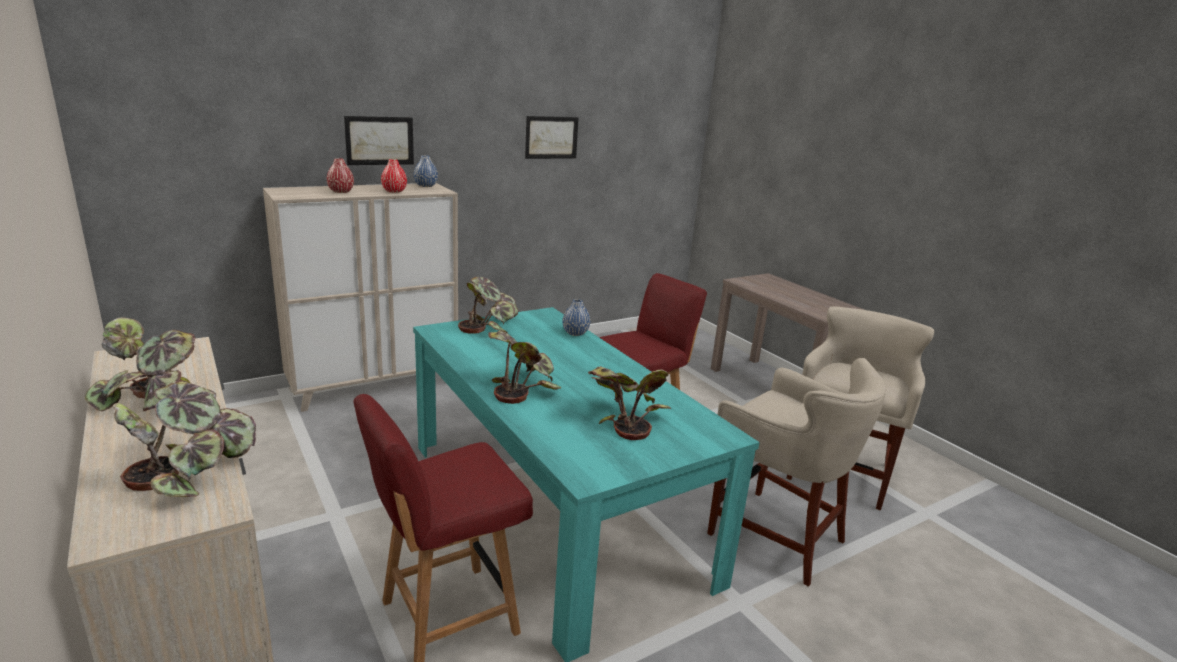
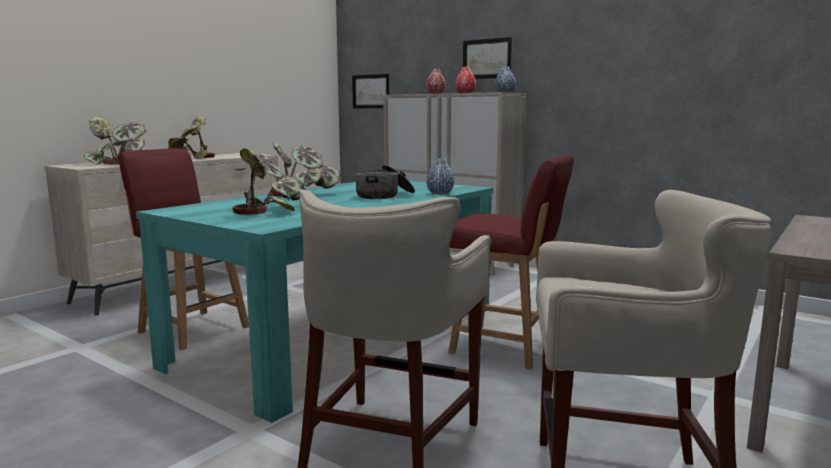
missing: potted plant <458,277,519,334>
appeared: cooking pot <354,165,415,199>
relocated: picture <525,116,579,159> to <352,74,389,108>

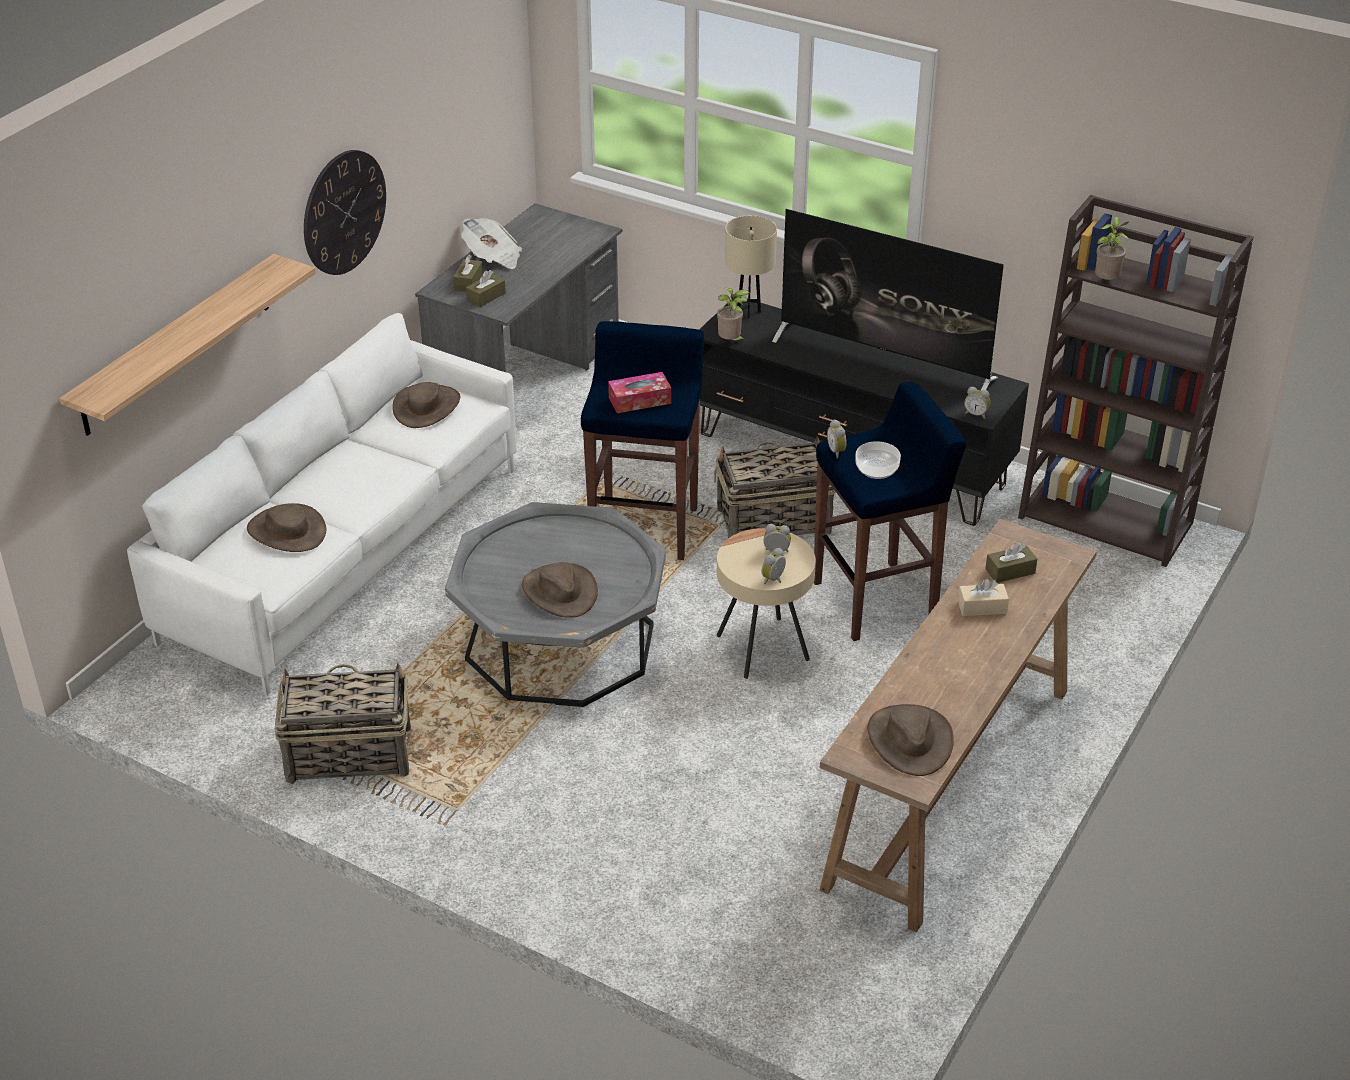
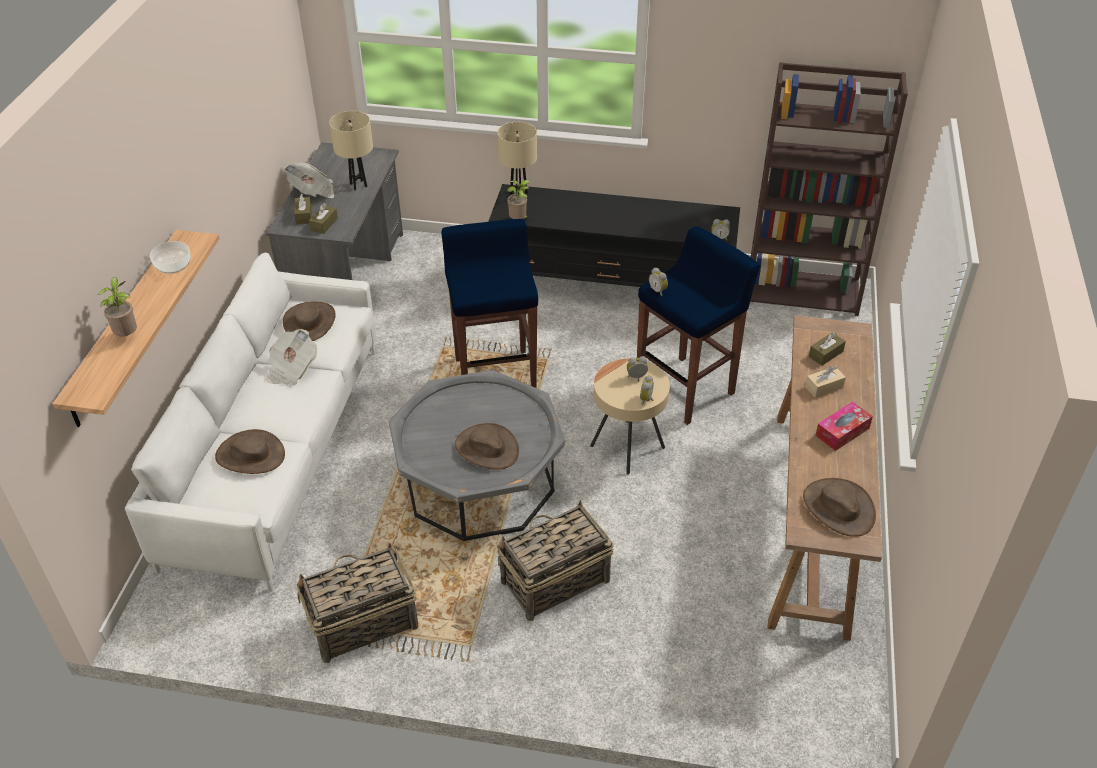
missing: wall clock <304,150,386,275>; television <772,209,1004,391>
appeared: newspaper <266,329,317,385>; table lamp (beige) <329,111,373,190>
relocated: potted plant <1095,216,1129,280> to <98,277,137,337>; bowl <855,441,901,479> to <150,241,191,274>; basket <714,436,836,538> to <497,500,613,621>; tissue box <608,372,671,413> to <815,402,873,451>

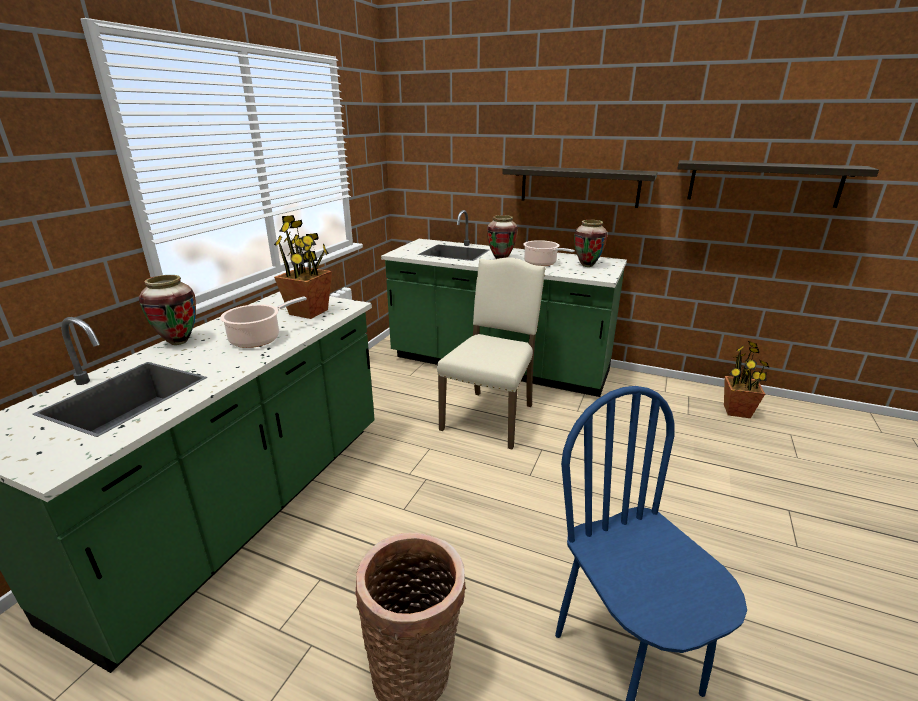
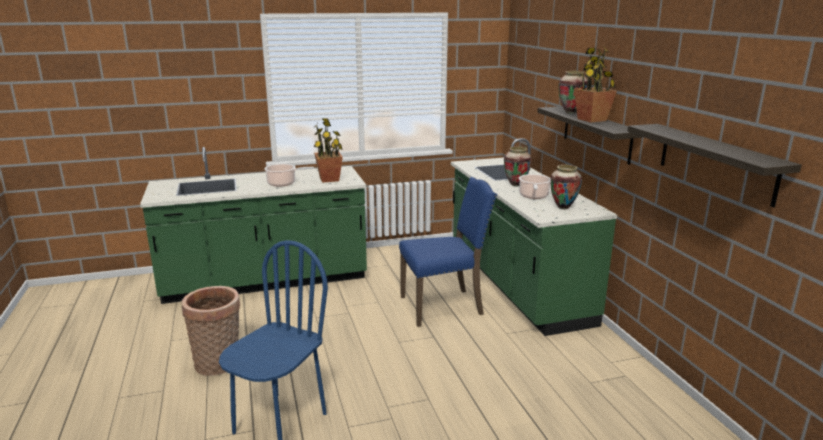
relocated: vase <139,275,196,345> to <559,71,588,114>; potted plant <724,341,770,418> to <574,47,617,122>
colour: chair (beige) <437,257,546,449> to chair (blue) <399,177,497,327>

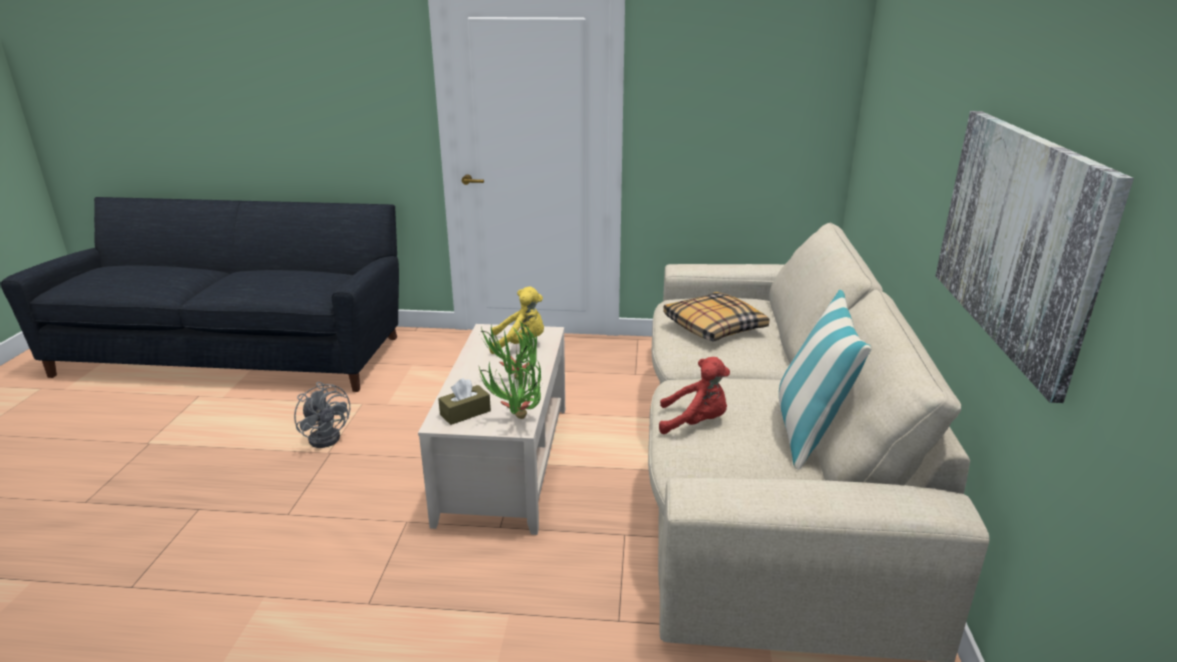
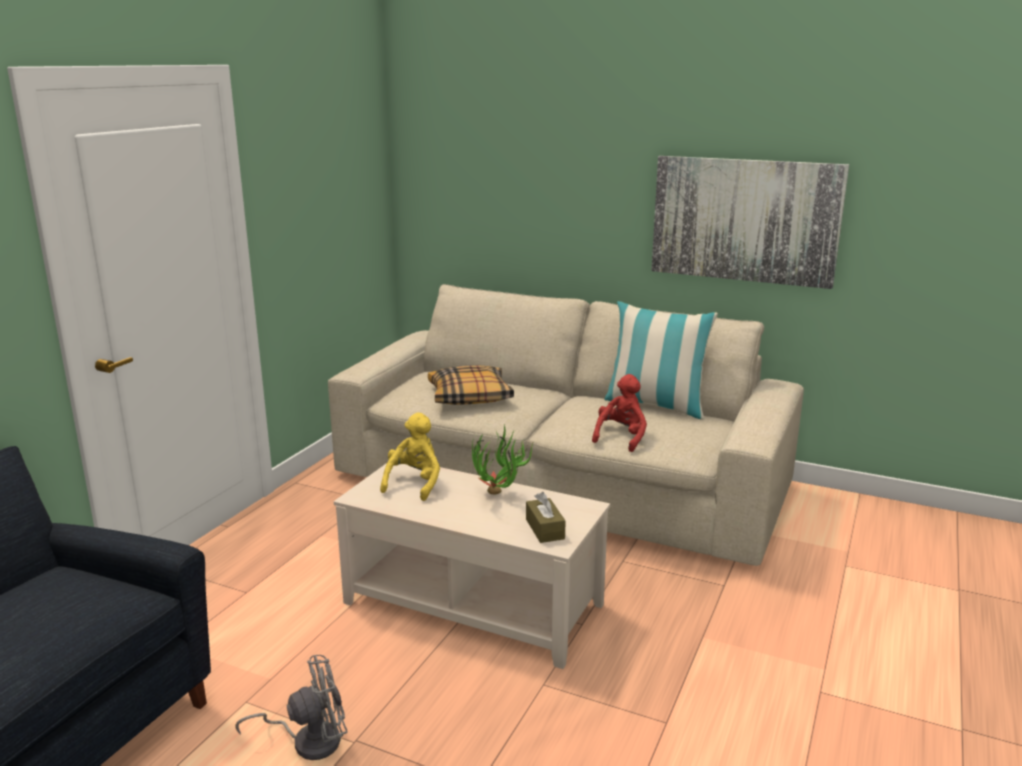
missing: potted plant <479,354,542,419>

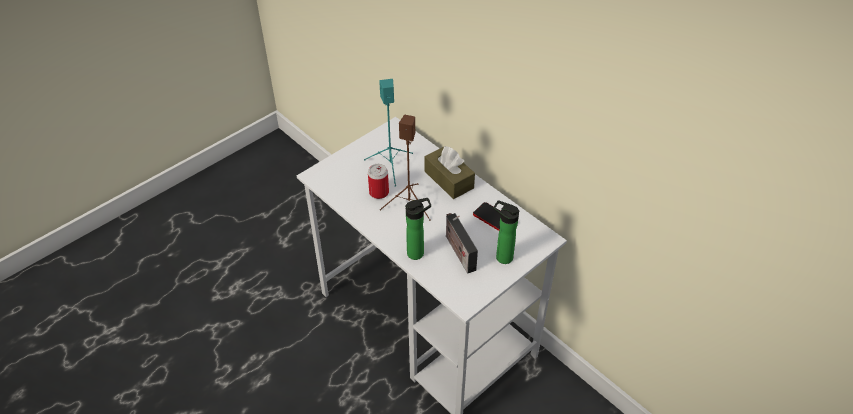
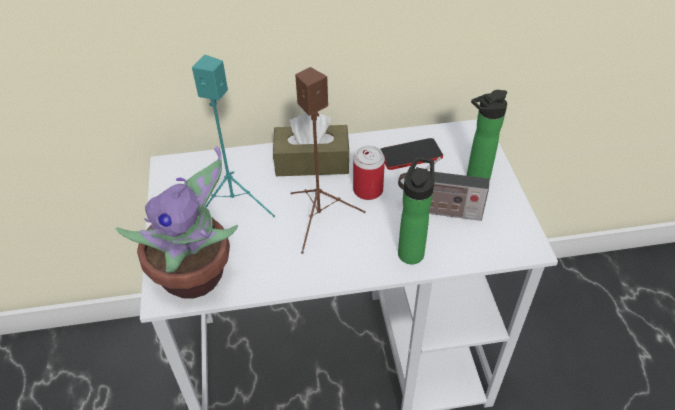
appeared: potted plant <115,146,238,298>
relocated: can <368,164,389,199> to <353,145,385,200>

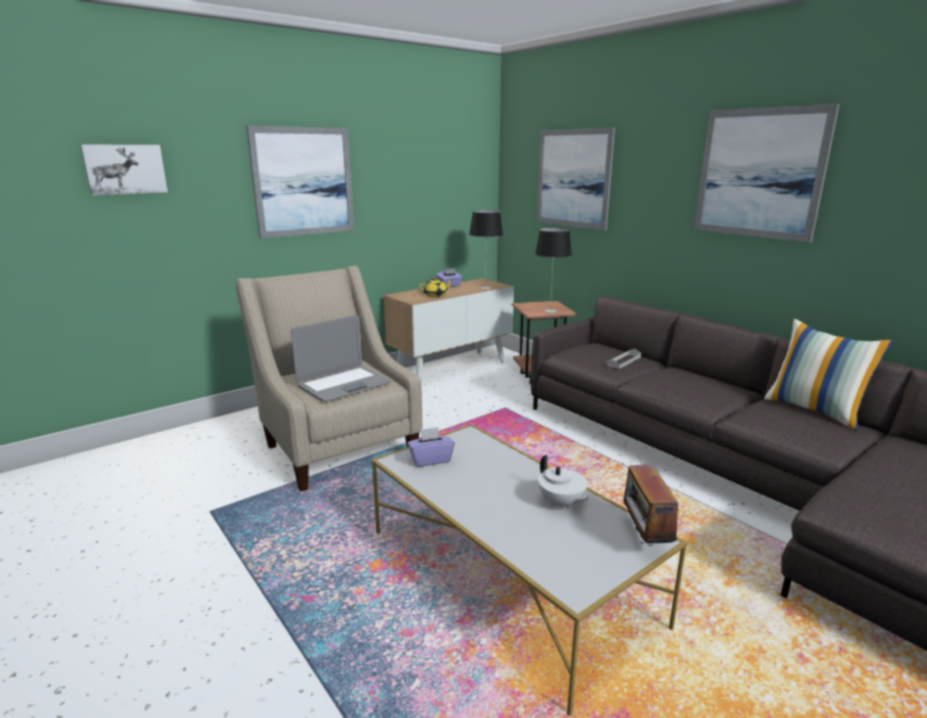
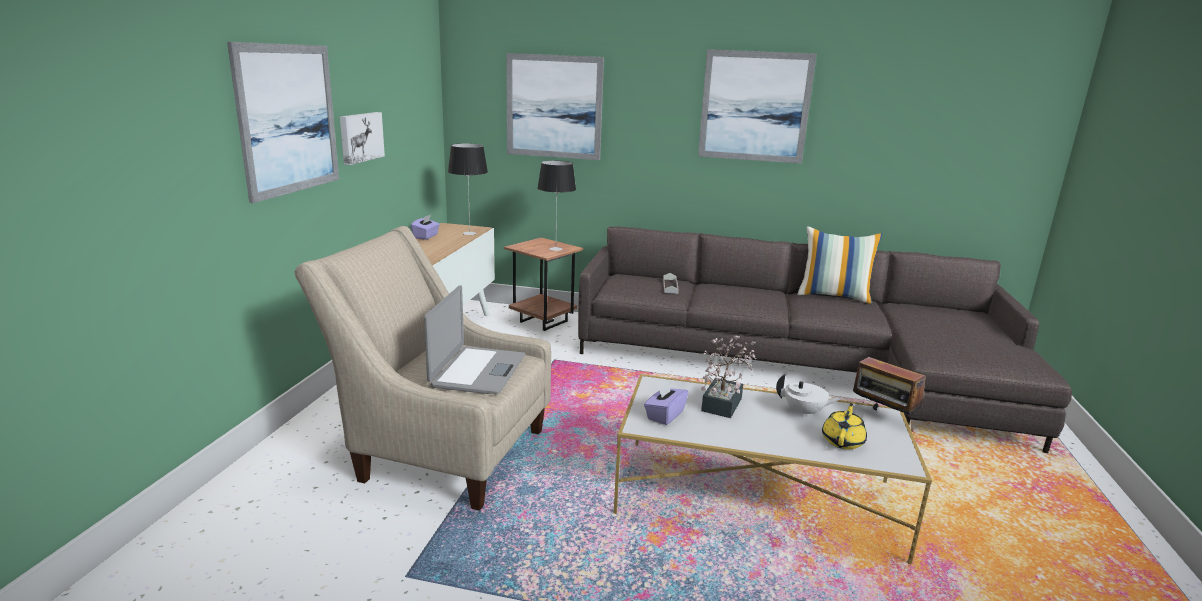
appeared: potted plant <701,335,756,418>
relocated: picture <81,144,168,195> to <340,112,385,165>; teapot (yellow) <419,277,452,297> to <822,403,867,449>

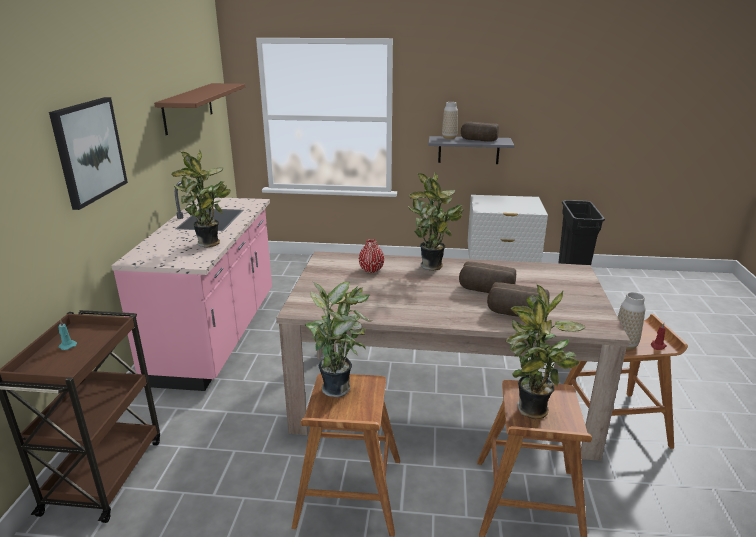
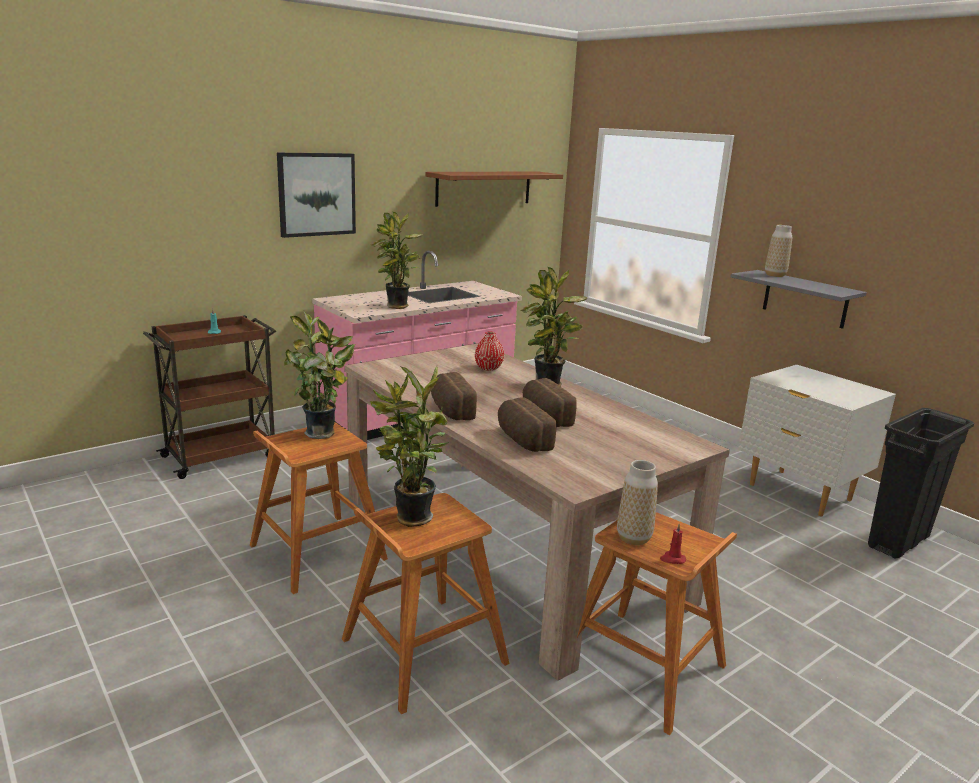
relocated: bread <461,122,499,142> to <431,372,477,420>

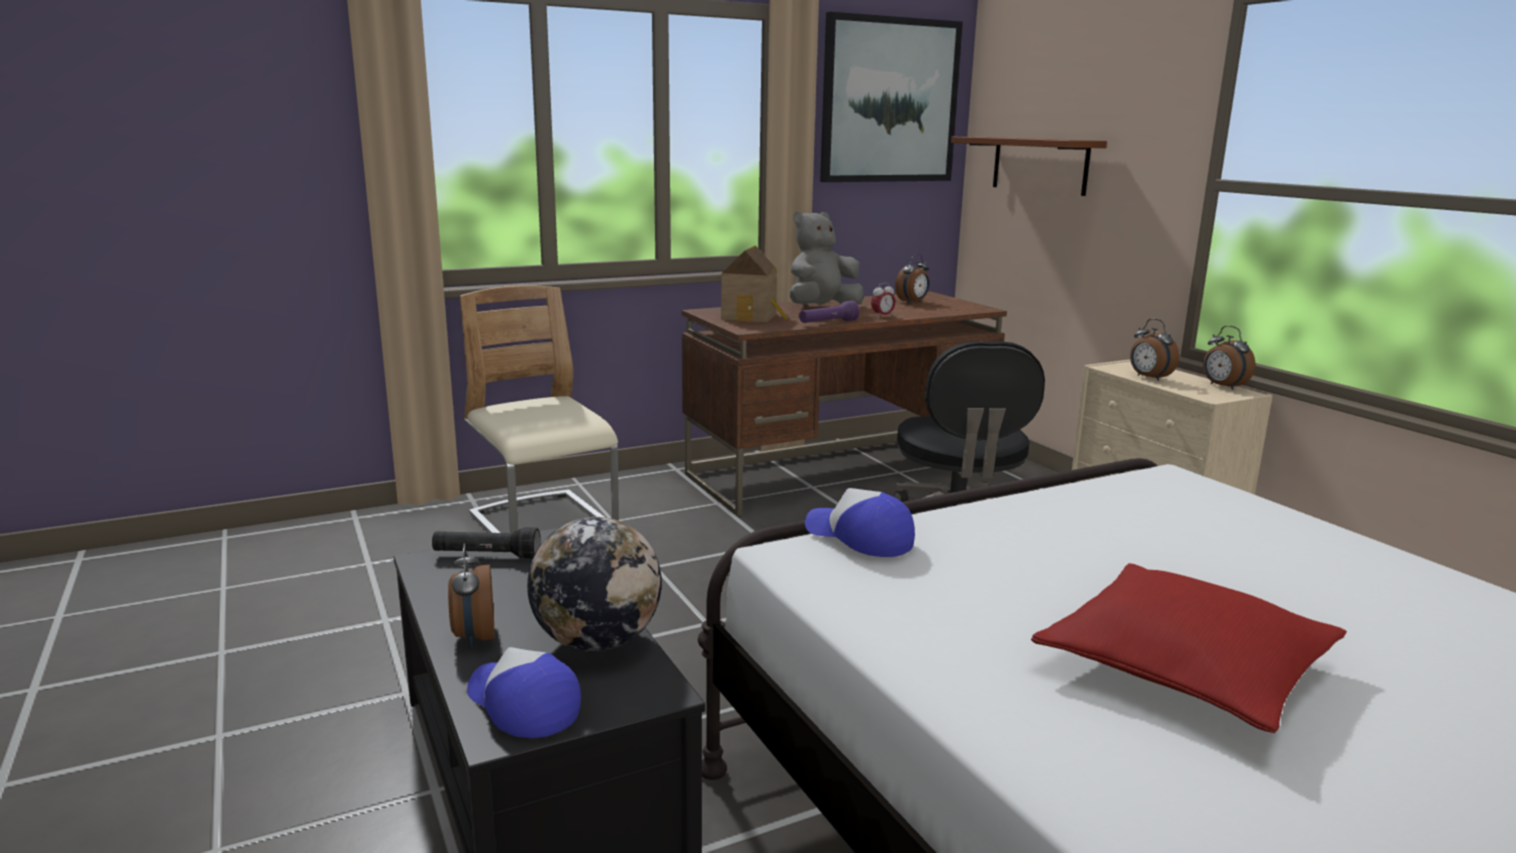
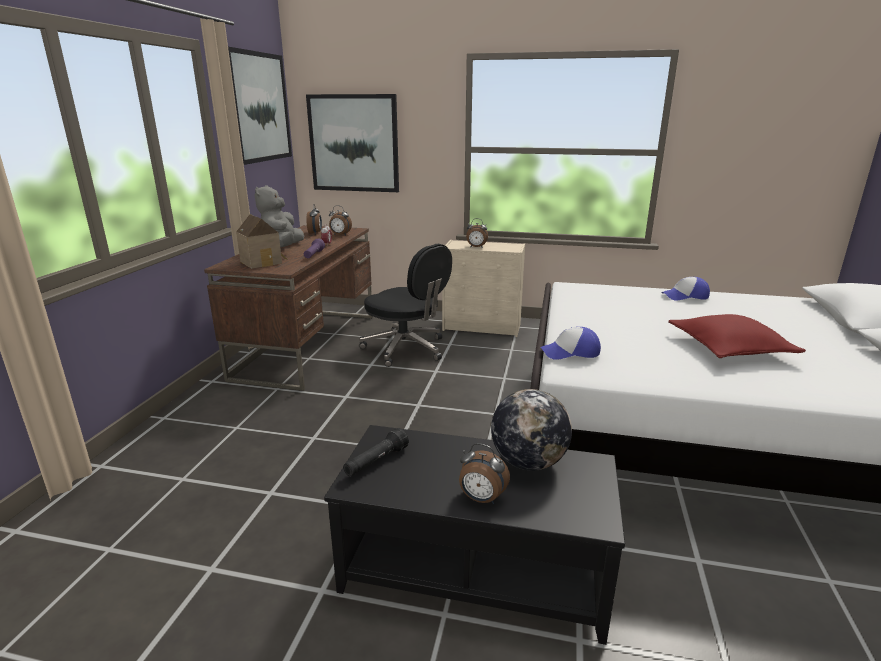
missing: chair (beige) <460,285,619,533>
relocated: alarm clock <1203,325,1255,390> to <329,205,352,236>; cap <467,647,581,738> to <661,277,710,300>
exchanged: shelf (brown) <951,137,1107,196> to picture <306,94,399,192>

